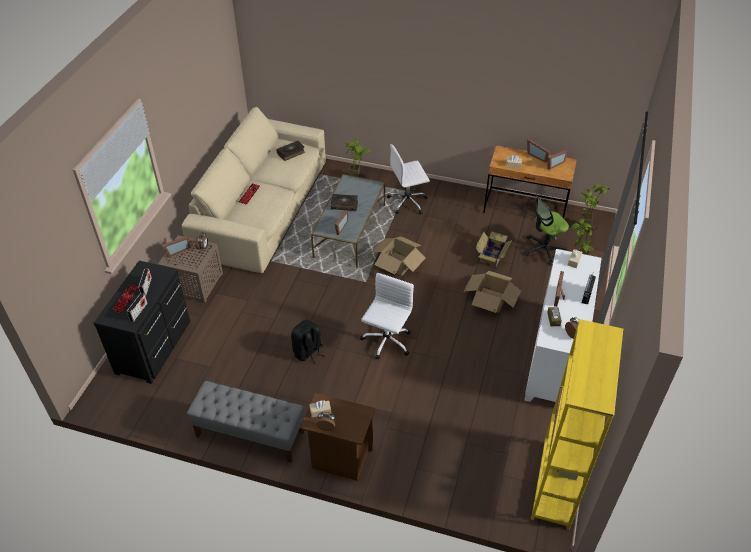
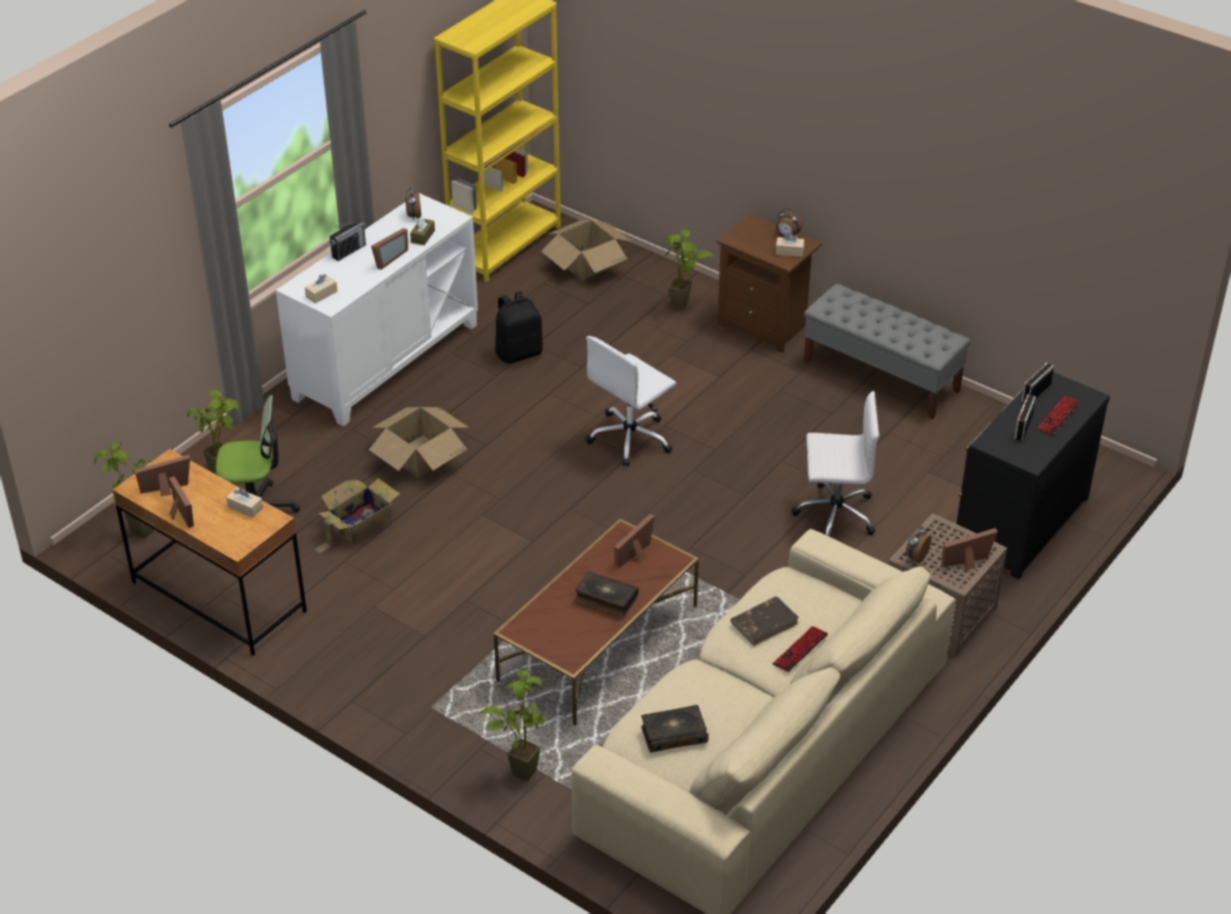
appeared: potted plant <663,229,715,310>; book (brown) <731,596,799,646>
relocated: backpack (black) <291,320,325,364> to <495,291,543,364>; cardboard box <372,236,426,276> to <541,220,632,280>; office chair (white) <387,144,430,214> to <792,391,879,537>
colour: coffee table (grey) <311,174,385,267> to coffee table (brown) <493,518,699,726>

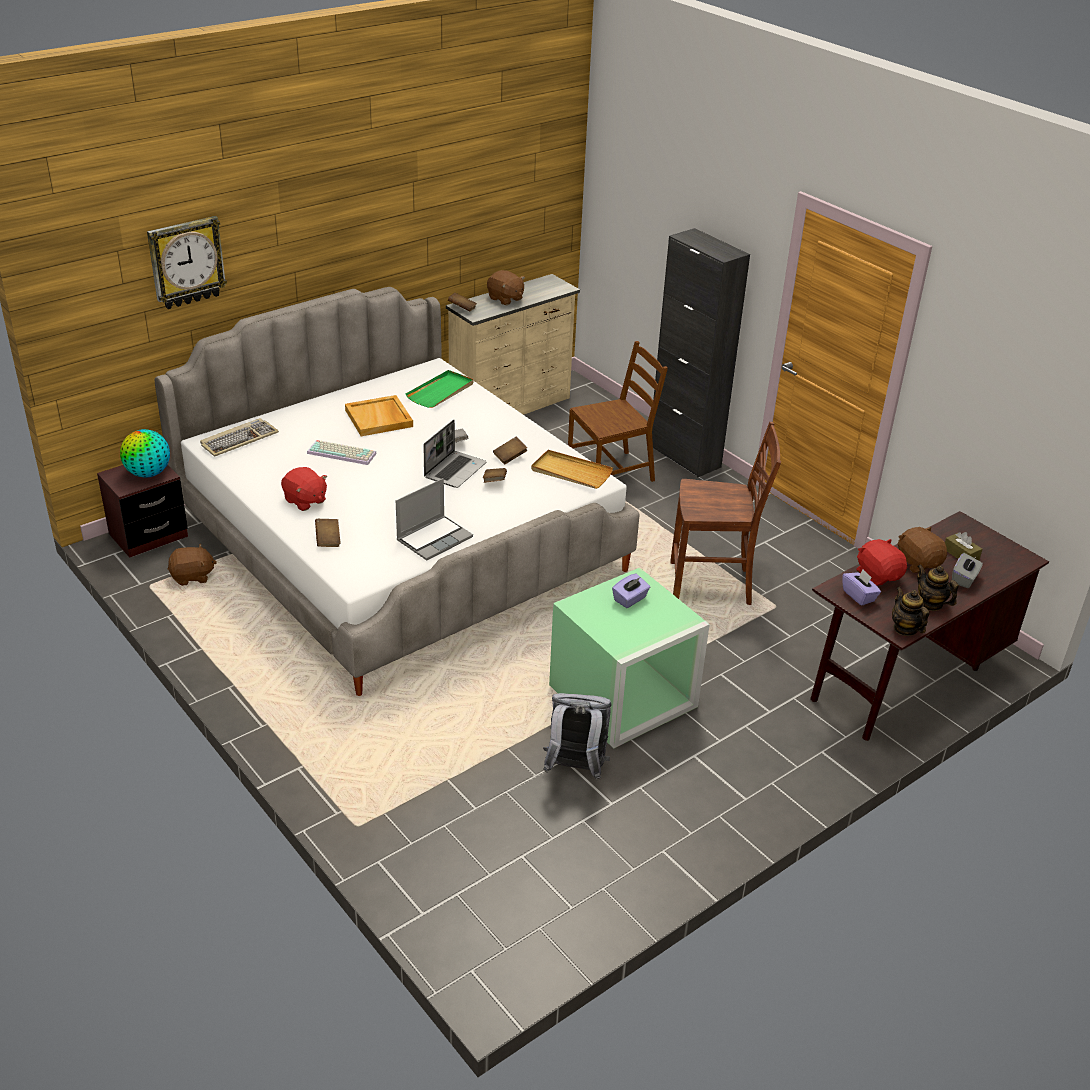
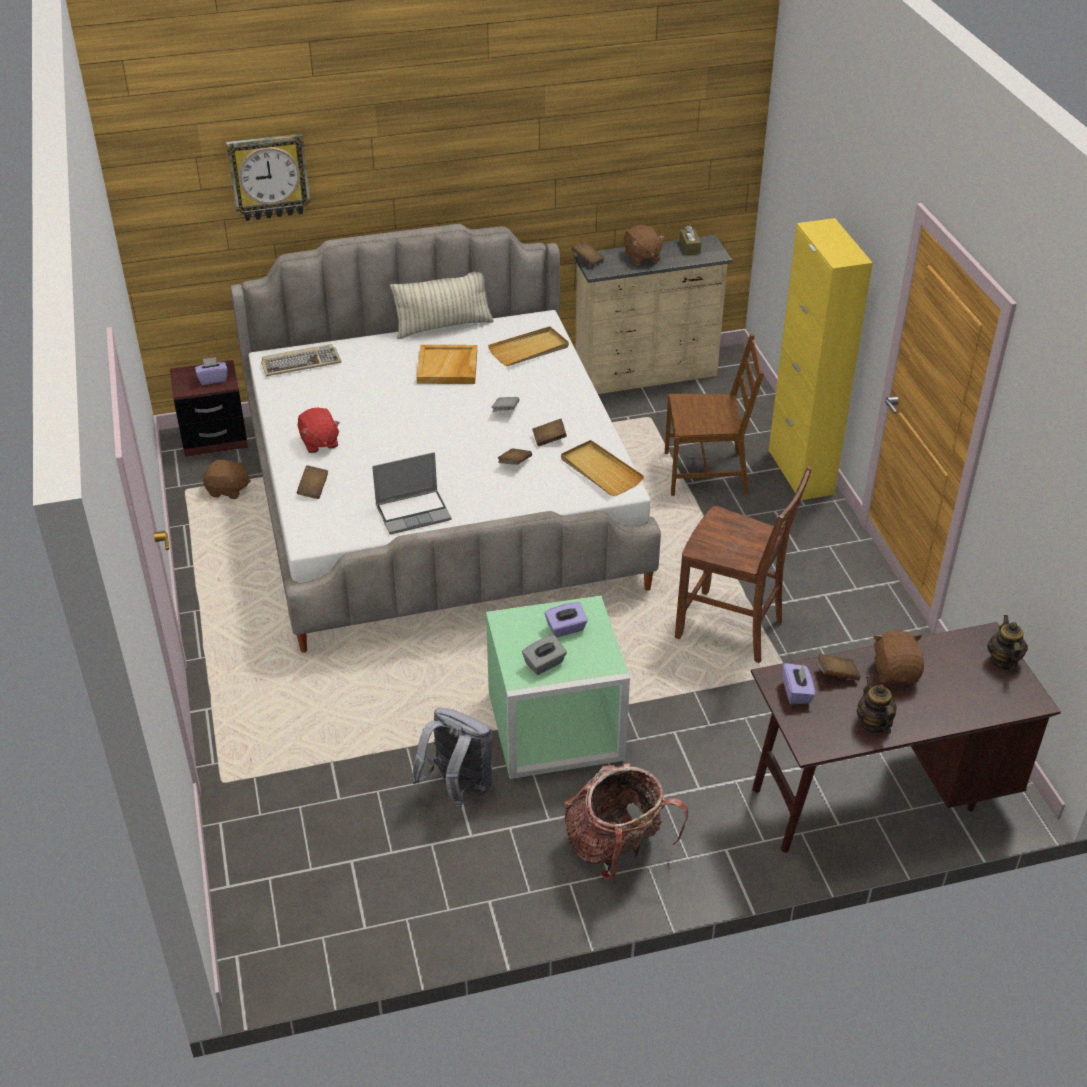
missing: keyboard <307,440,377,465>; laptop <423,420,486,488>
appeared: pillow <390,272,494,339>; backpack <564,764,688,880>
relocated: tissue box (grey) <952,553,983,588> to <522,635,567,675>; tissue box (brown) <945,532,983,561> to <679,225,701,255>; teapot <892,587,929,636> to <987,615,1028,670>
exchanged: globe <120,429,170,478> to tissue box (purple) <195,357,228,385>; plush toy (red) <856,539,907,586> to book (brown) <817,654,861,680>
colour: tray (green) <406,370,474,408> to tray (beige) <488,326,569,366>; cabinet (black) <652,228,750,477> to cabinet (yellow) <769,218,873,500>

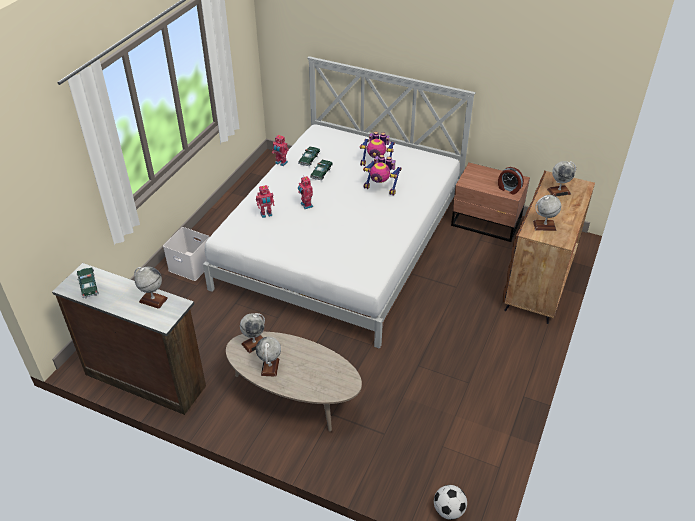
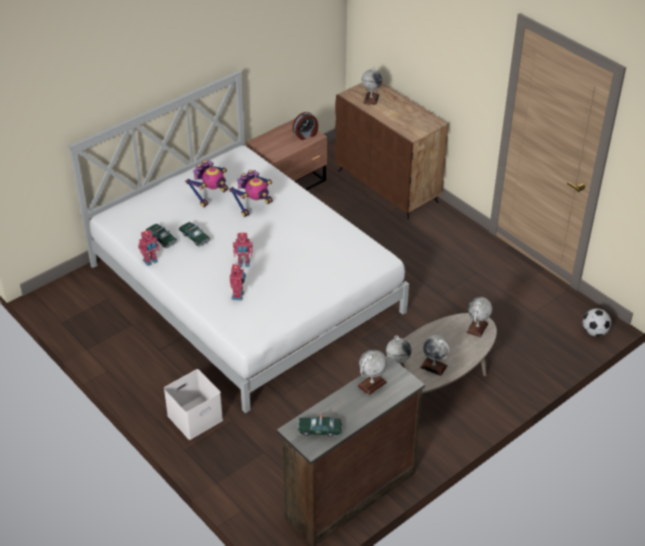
relocated: globe <533,195,561,231> to <466,297,492,338>

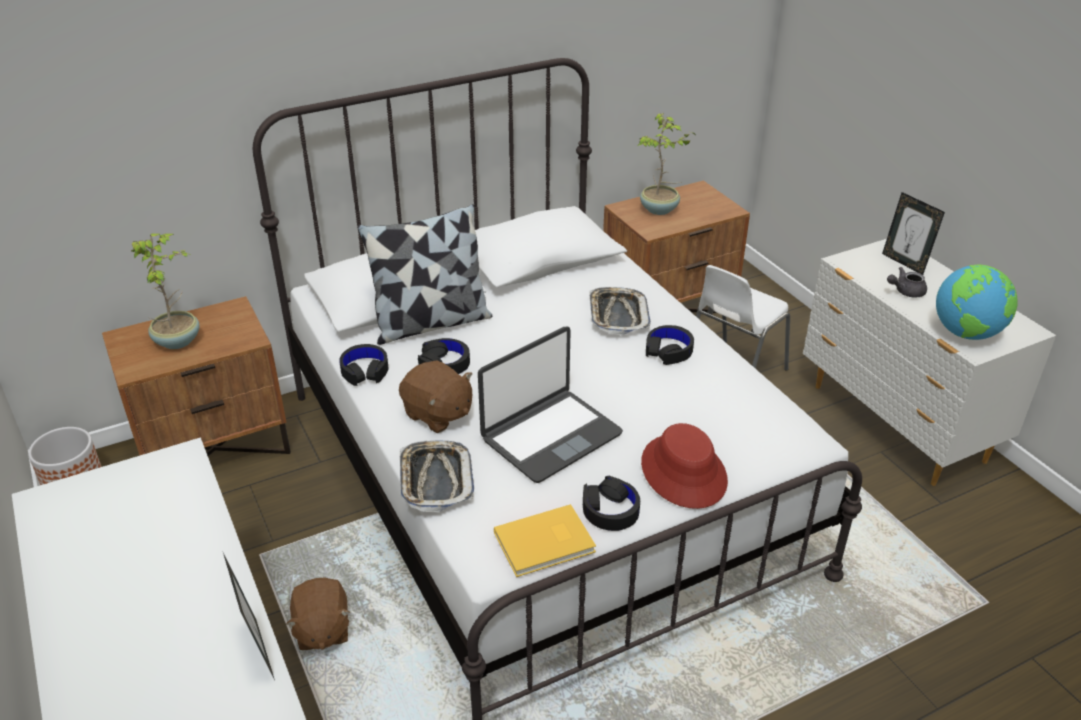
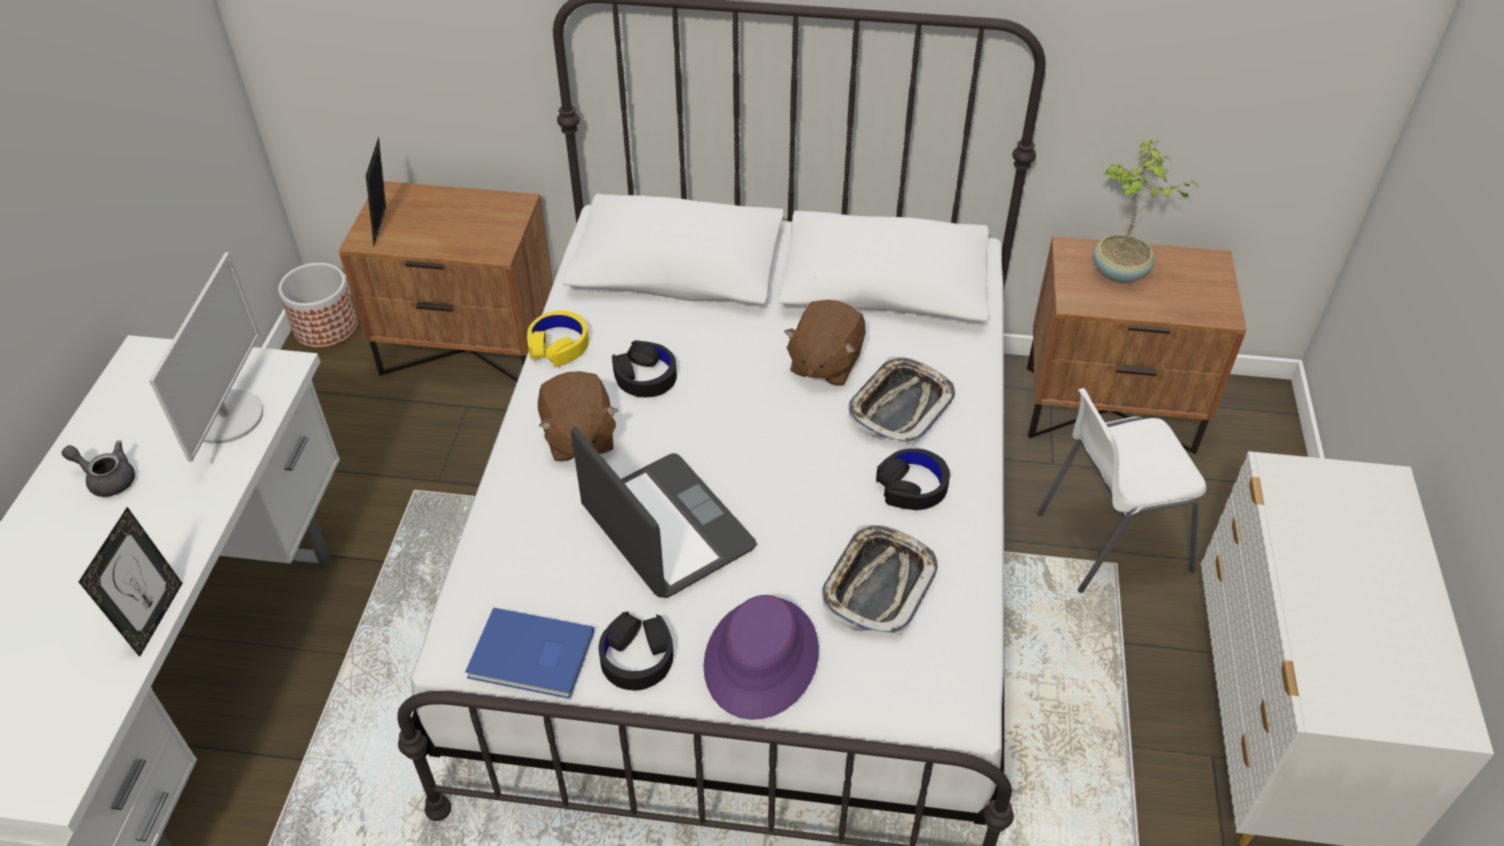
missing: potted plant <131,233,200,349>; pillow <357,204,492,345>; globe <936,265,1018,340>
appeared: monitor <149,252,263,462>
relocated: teapot (grey) <887,267,927,298> to <61,441,135,497>; picture frame <882,192,945,275> to <366,137,386,245>; plush toy (brown) <286,577,350,650> to <784,300,866,386>; tray <400,441,474,512> to <822,525,938,635>
colour: book (yellow) <494,504,596,577> to book (blue) <465,608,594,699>; headphones (black) <339,344,388,386> to headphones (yellow) <527,310,589,367>; hat (red) <641,423,728,509> to hat (purple) <703,595,819,720>
spun: laptop <478,327,623,483> = <571,427,757,598> 120 degrees counterclockwise

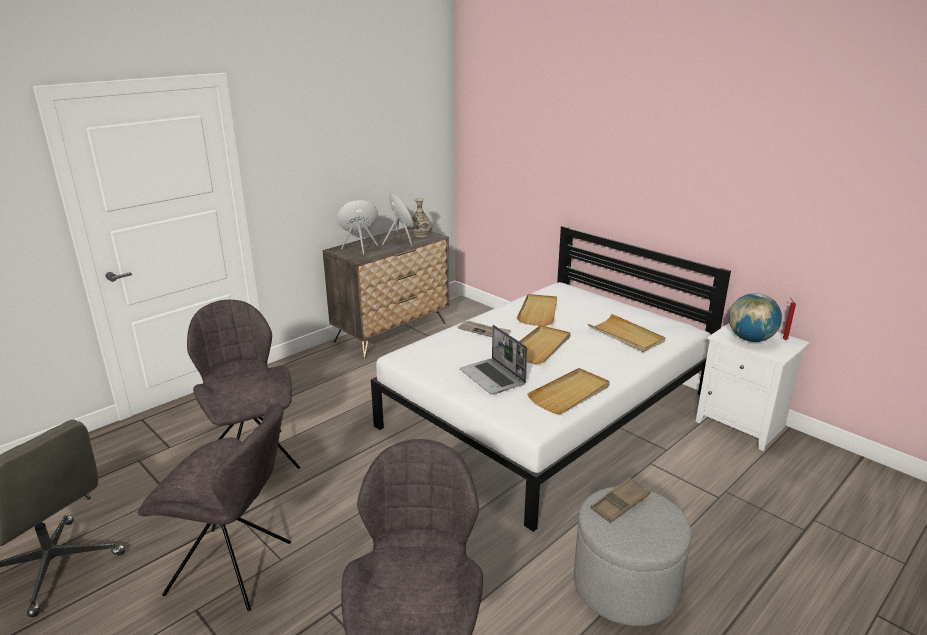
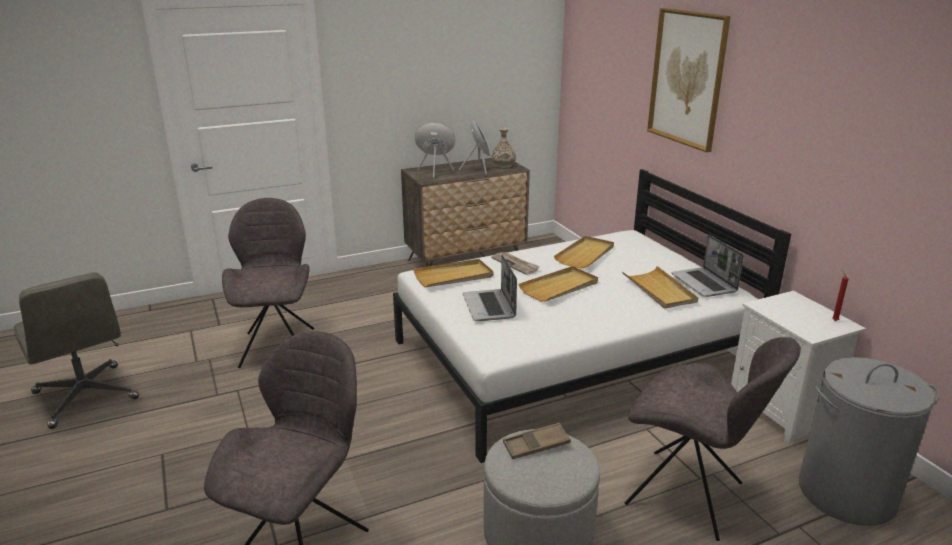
missing: globe <729,293,782,342>
appeared: picture <647,8,731,153>; laptop <671,234,744,297>; laundry basket (grey) <799,357,940,526>
relocated: tray (beige) <527,368,610,414> to <413,259,494,287>; chair (grey) <138,404,291,611> to <625,337,801,541>

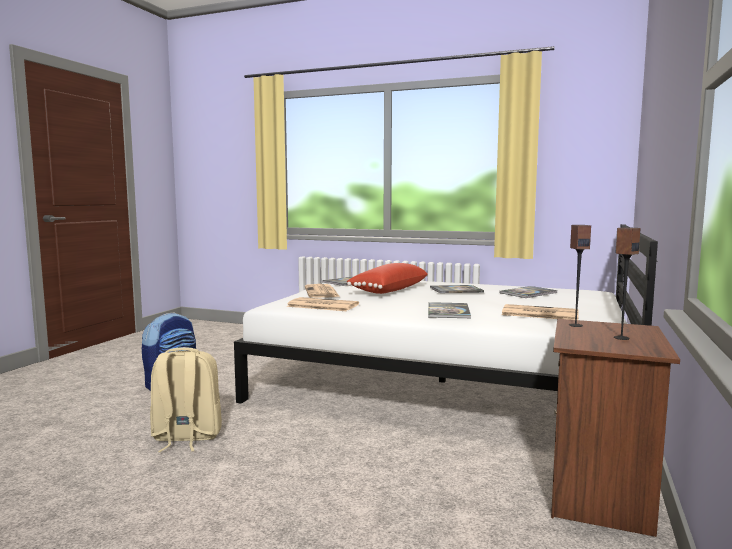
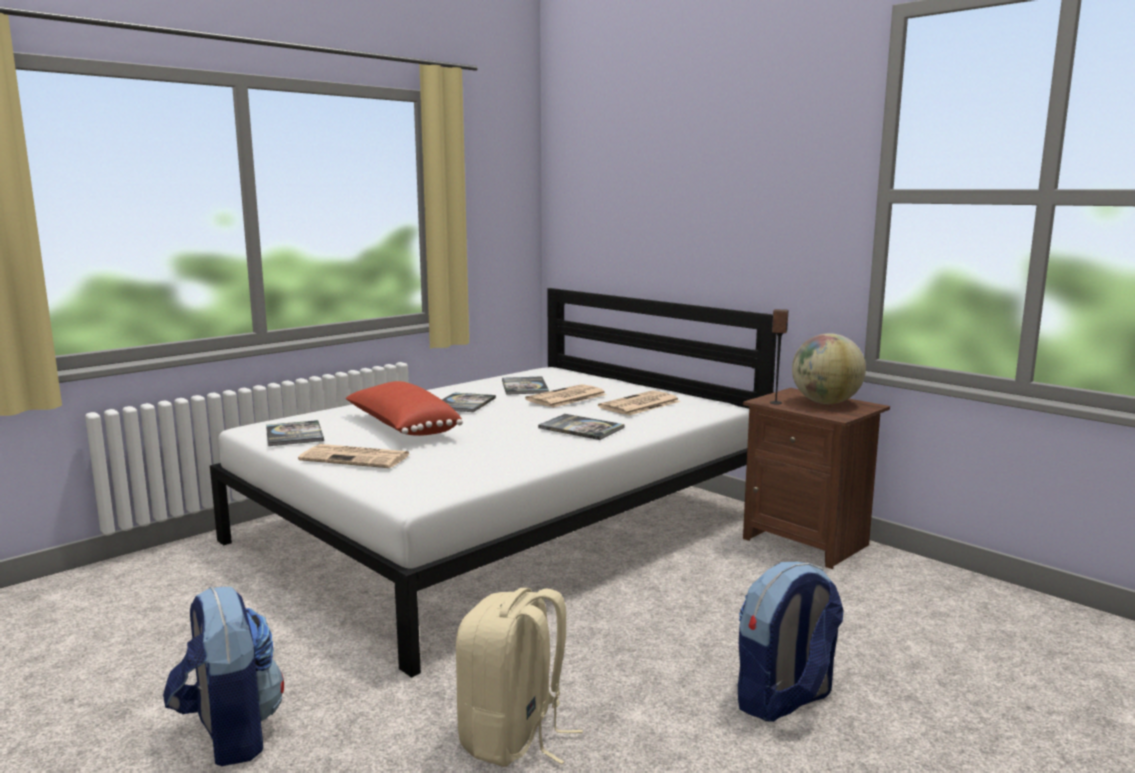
appeared: backpack <738,562,844,722>
relocated: newspaper <286,297,359,311> to <525,384,607,408>
exchanged: speaker <614,227,641,340> to globe <792,333,866,404>

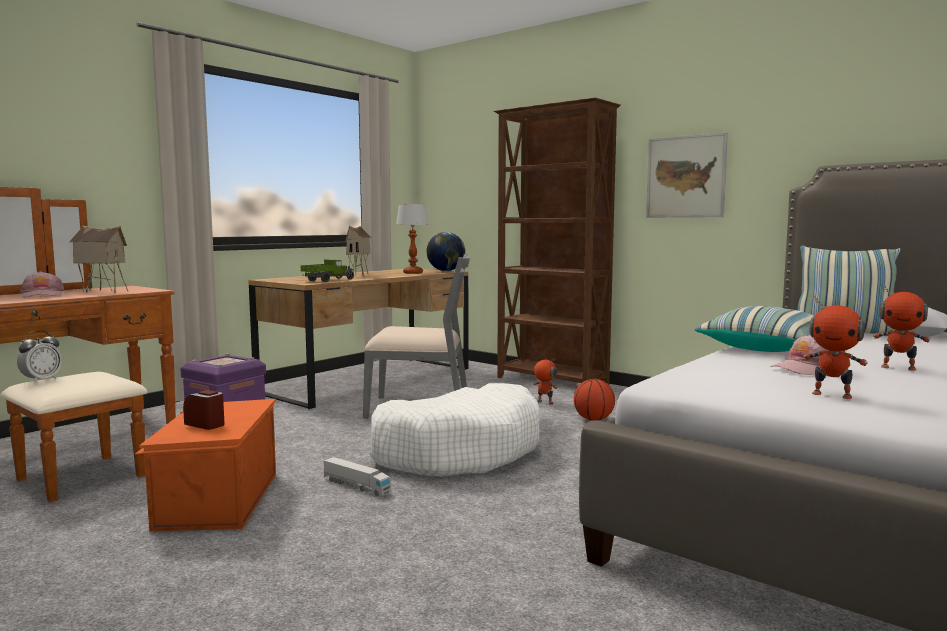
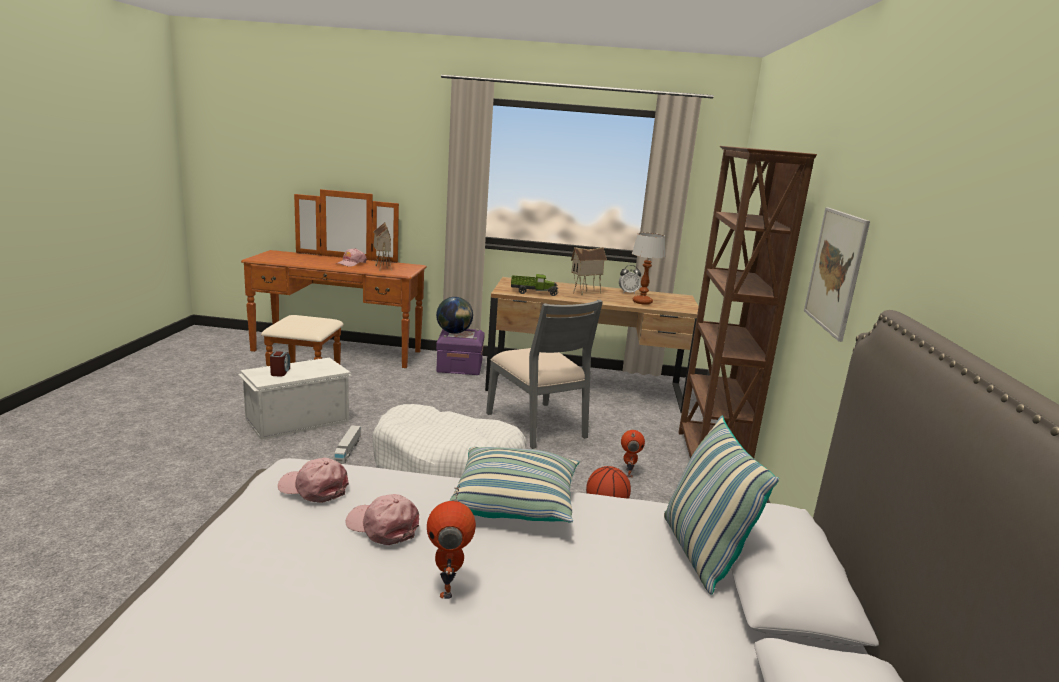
missing: toy robot <803,296,868,399>
appeared: cap (pink) <278,458,349,503>
relocated: globe <427,232,465,271> to <436,297,473,334>; alarm clock <17,331,62,383> to <619,265,641,294>
colour: storage box (orange) <135,399,276,531> to storage box (white) <238,357,352,440>

